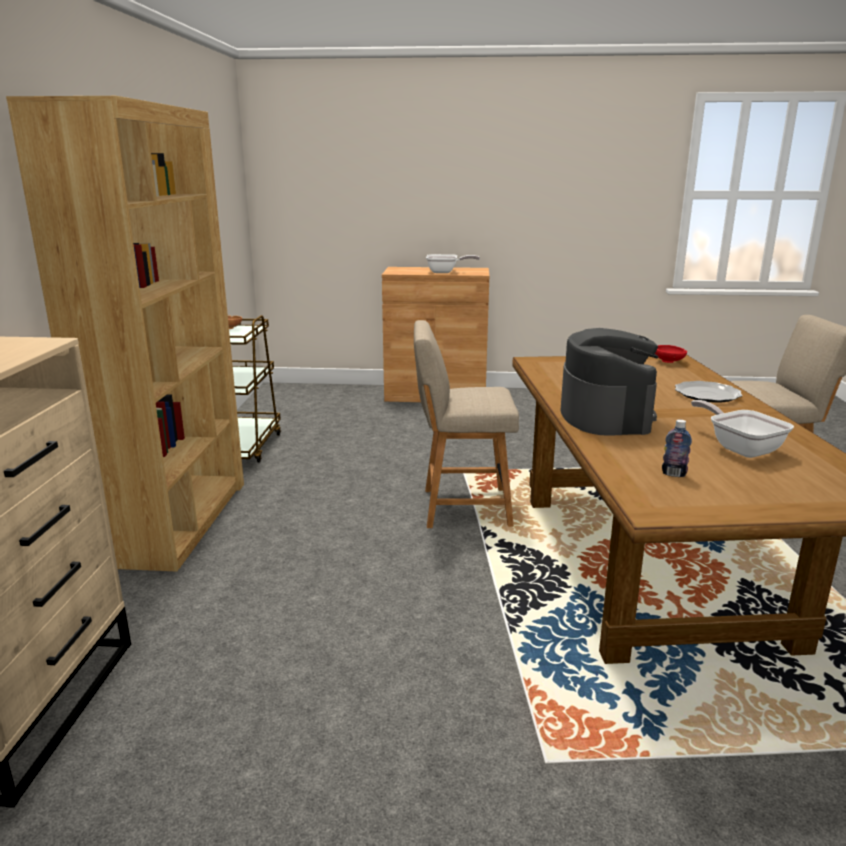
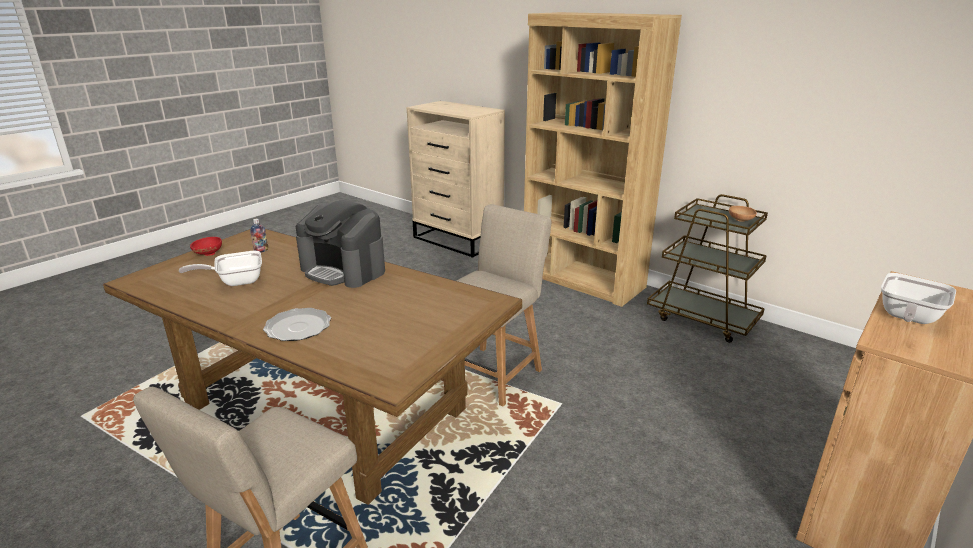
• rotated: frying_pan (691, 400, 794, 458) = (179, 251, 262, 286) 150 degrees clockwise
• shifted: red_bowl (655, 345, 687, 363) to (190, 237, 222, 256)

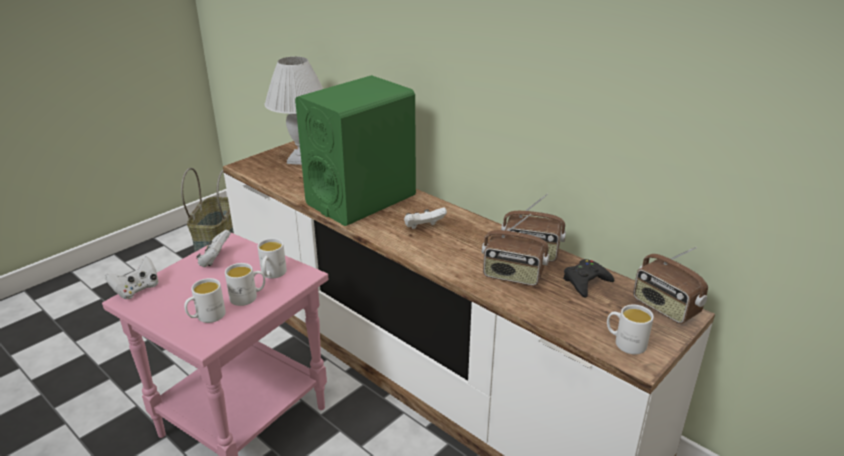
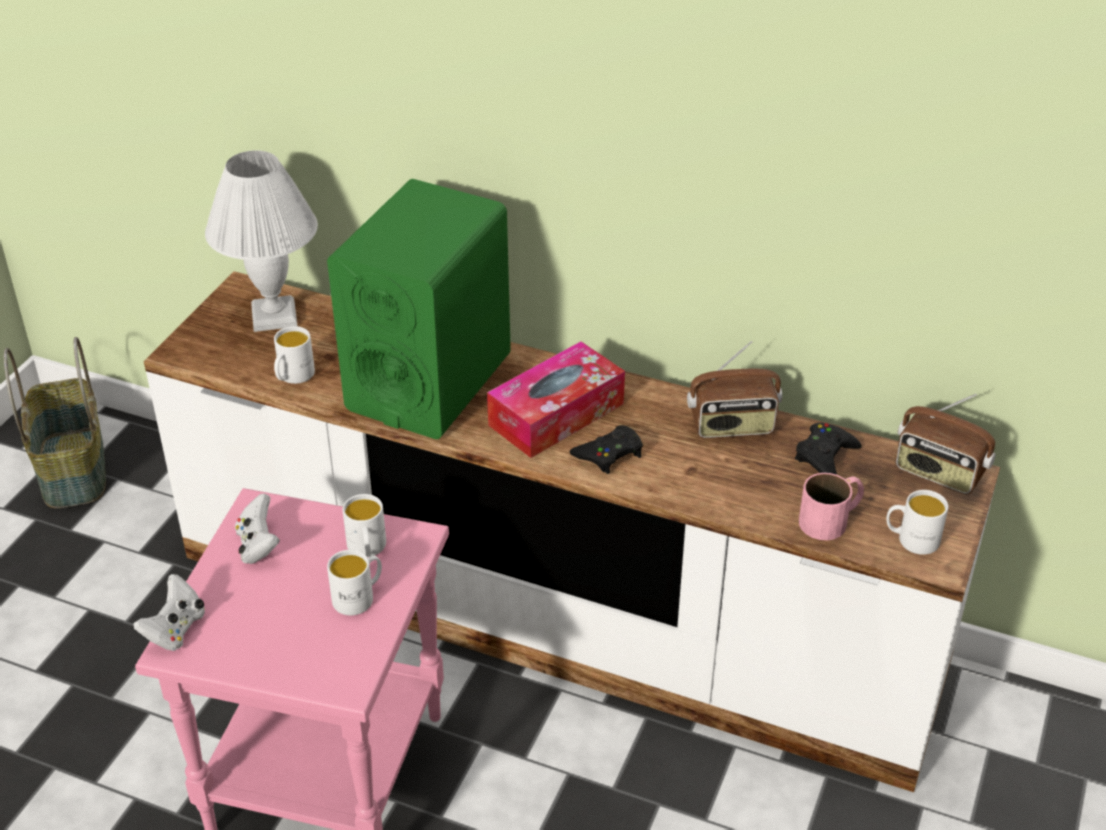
• shifted: white_mug (184, 278, 226, 323) to (274, 326, 315, 384)
• swapped: white_game_controller (404, 208, 447, 229) to tissue_box (487, 341, 625, 458)
• new: black_game_controller (570, 425, 643, 474)
• new: pink_mug (799, 473, 864, 540)
• gone: radio (482, 214, 550, 286)

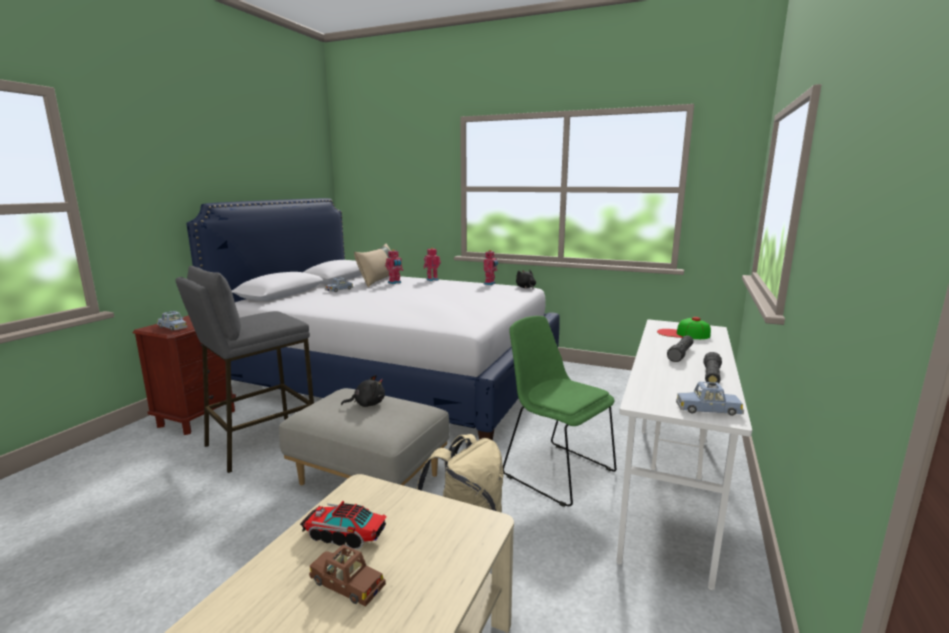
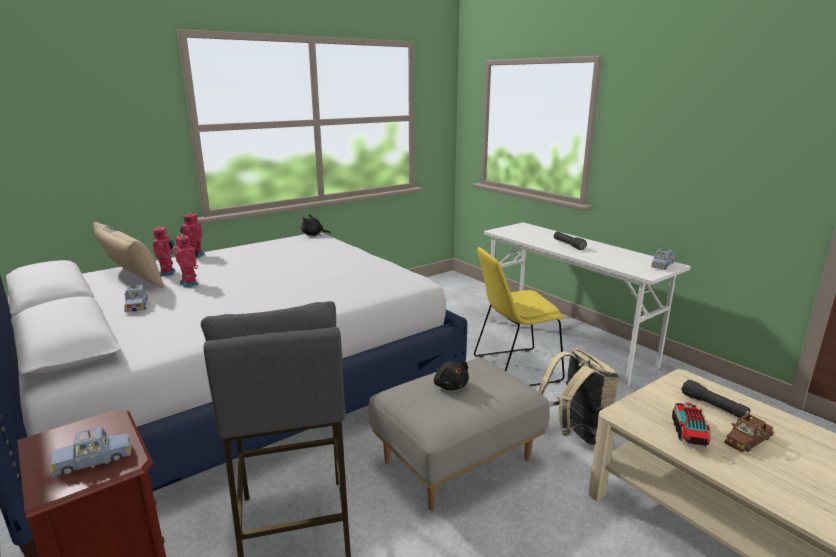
• shifted: toy_robot (483, 250, 498, 285) to (175, 234, 199, 288)
• rotated: black_plush_toy (341, 375, 385, 407) = (434, 361, 469, 390) 135 degrees clockwise
• repainted: green_chair (503, 316, 616, 507) to yellow_chair (474, 247, 565, 386)
• rotated: toy_truck (300, 501, 387, 549) = (672, 402, 711, 446) 150 degrees clockwise
• shifted: black_flashlight (703, 352, 722, 386) to (681, 380, 750, 419)
• gone: cap (657, 317, 711, 339)

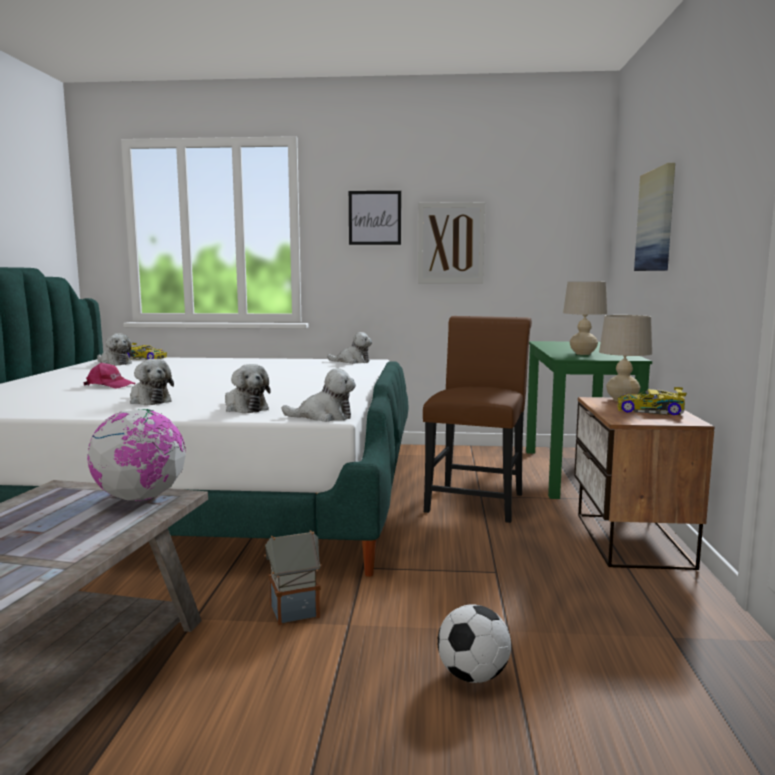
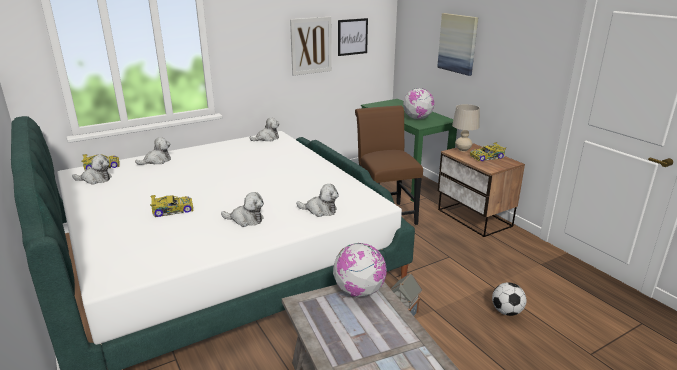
• shifted: plush_toy (281, 368, 356, 422) to (135, 137, 171, 165)
• swapped: pink_cap (83, 363, 136, 389) to toy_car (150, 195, 194, 217)
• shifted: picture (349, 191, 401, 245) to (338, 18, 368, 56)
• swapped: beige_table_lamp (563, 282, 608, 355) to globe (403, 88, 434, 119)

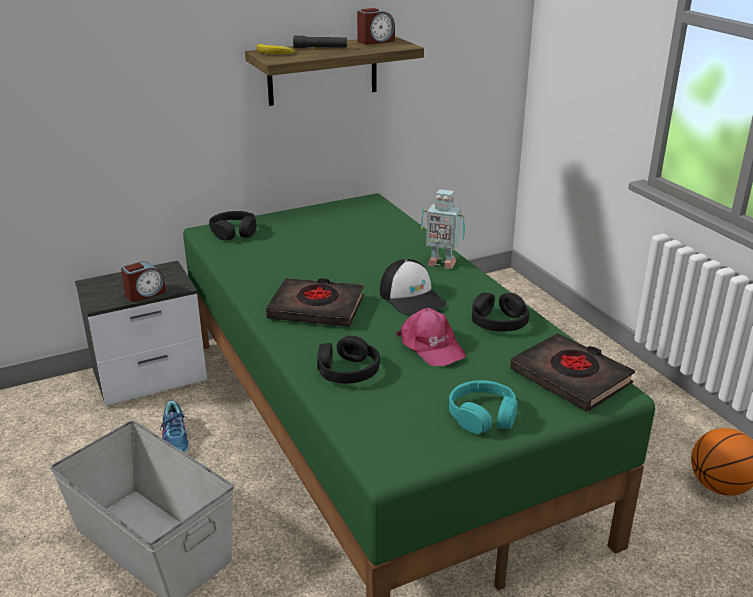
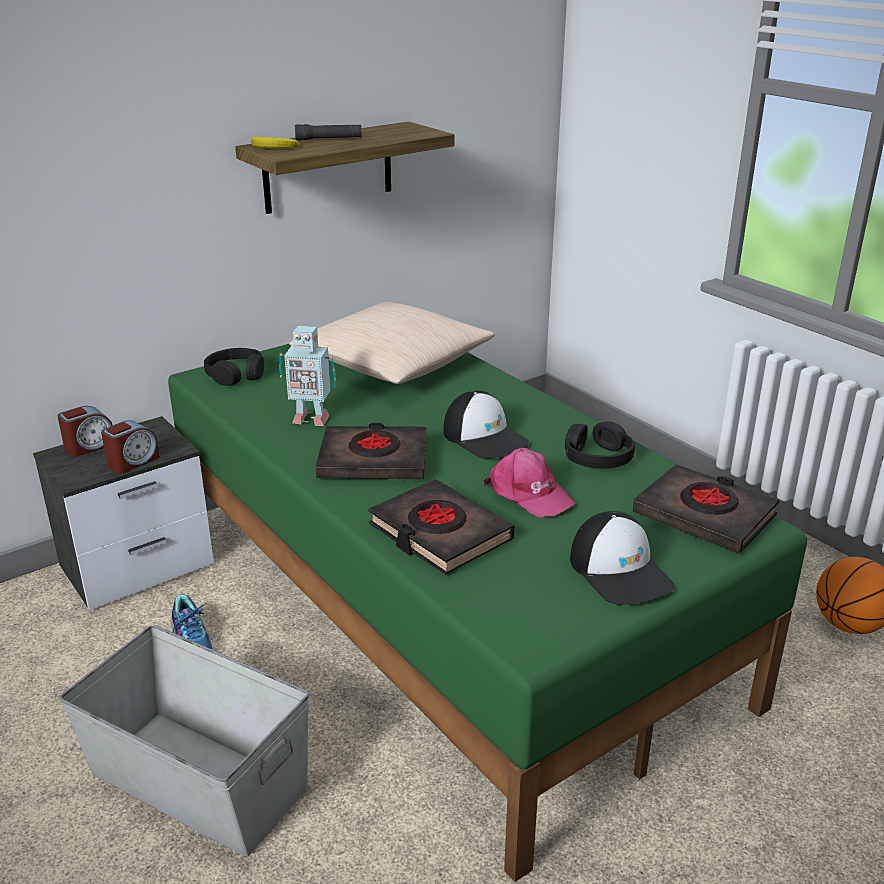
• shifted: alarm_clock (357, 8, 395, 45) to (58, 406, 113, 457)
• shifted: toy_robot (421, 189, 465, 269) to (279, 326, 336, 426)
• new: beige_pillow (289, 302, 495, 384)
• swapped: black_headphones (317, 336, 380, 384) to black_book (368, 479, 514, 575)
• swapped: turquoise_headphones (448, 380, 518, 434) to cap (570, 511, 675, 605)

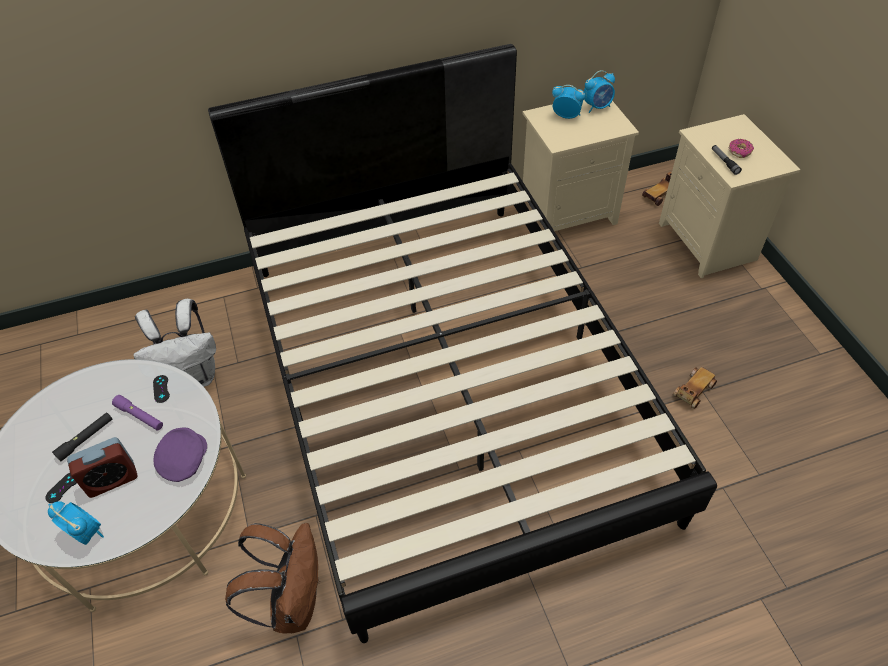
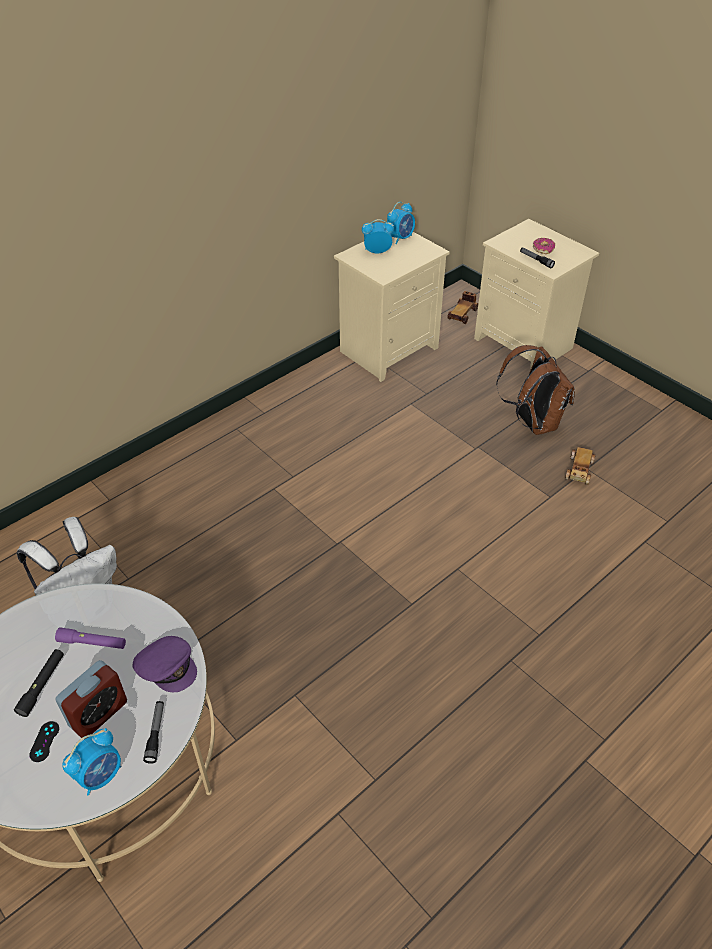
• rotated: alarm_clock (48, 501, 104, 545) = (62, 728, 121, 796) 120 degrees clockwise
• rotated: purple_cap (154, 427, 207, 482) = (133, 636, 197, 692) 135 degrees clockwise
• new: flashlight (143, 701, 164, 764)
• shifted: brown_backpack (225, 523, 320, 633) to (496, 345, 575, 435)
• gone: black_game_controller (153, 375, 170, 403)
• gone: black_bed (208, 44, 717, 643)

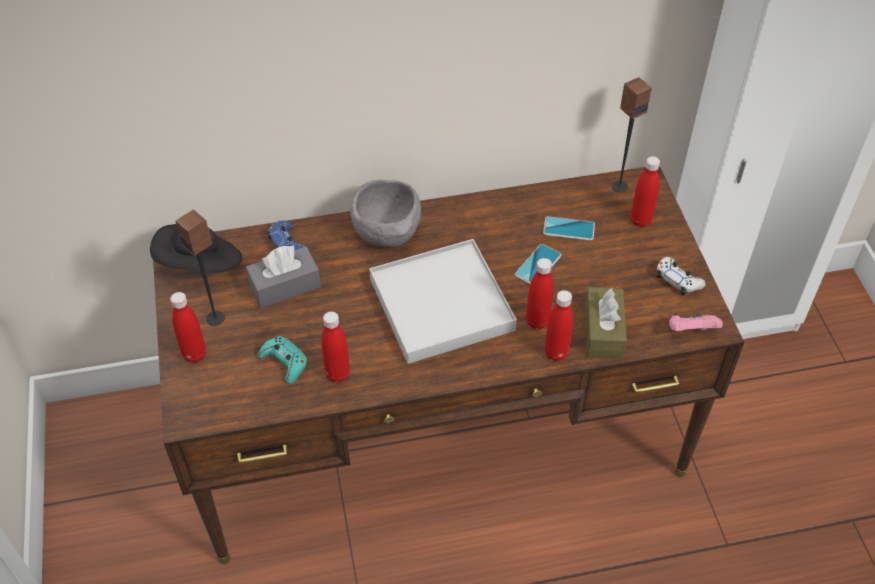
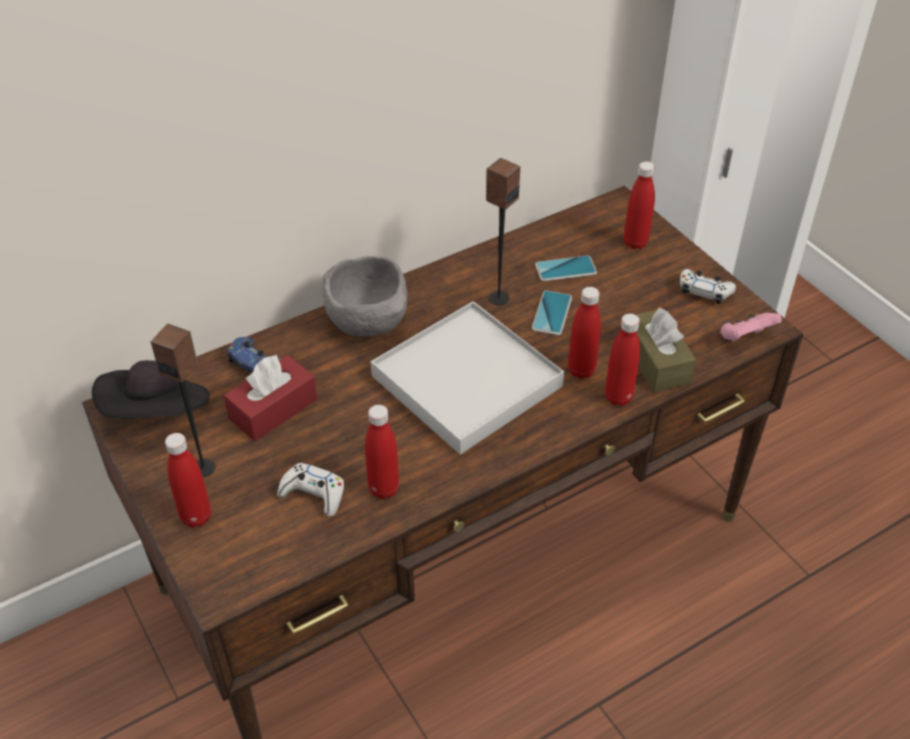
• repainted: grey_tissue_box (246, 245, 321, 308) to red_tissue_box (224, 354, 317, 441)
• repainted: turquoise_game_controller (258, 336, 308, 384) to white_game_controller (277, 463, 344, 517)
• shifted: speaker (611, 77, 652, 193) to (486, 158, 520, 305)

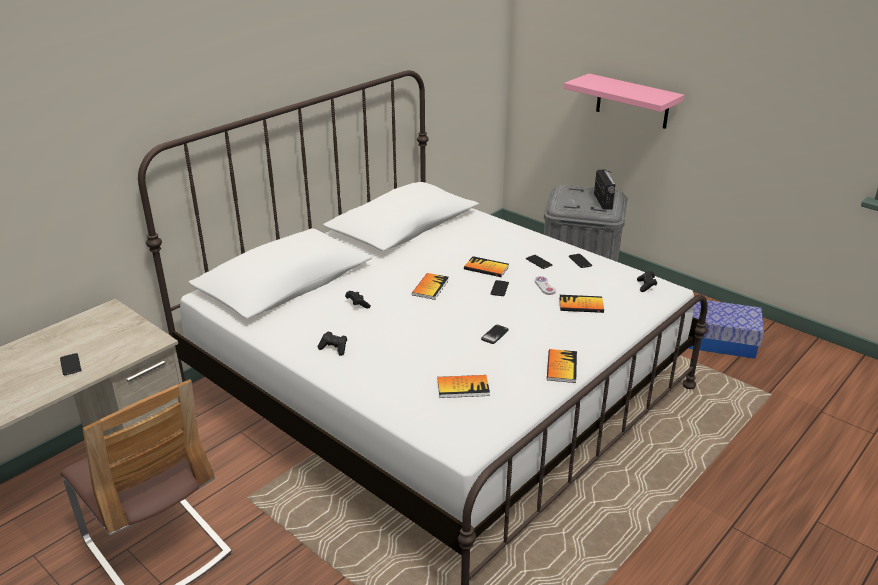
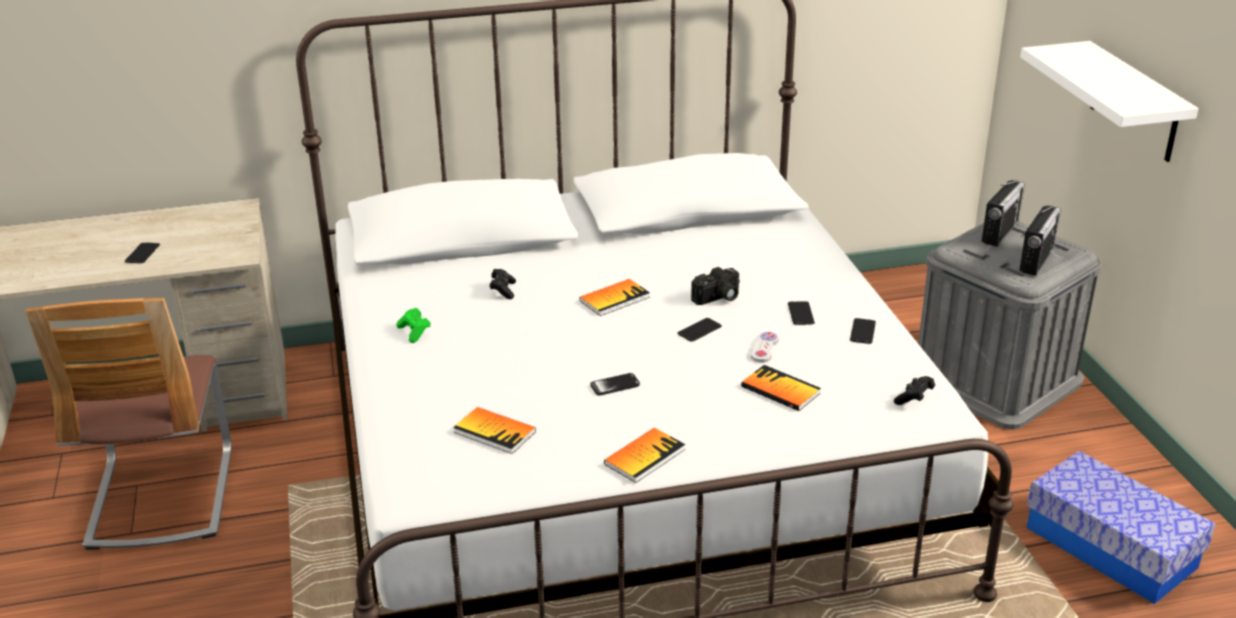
• repainted: black_game_controller (318, 332, 347, 356) to green_game_controller (396, 308, 431, 343)
• swapped: book (464, 256, 509, 277) to photo_camera (691, 267, 740, 305)
• new: radio (982, 180, 1025, 247)
• repainted: pink_shelf (564, 74, 684, 129) to white_shelf (1020, 41, 1199, 162)

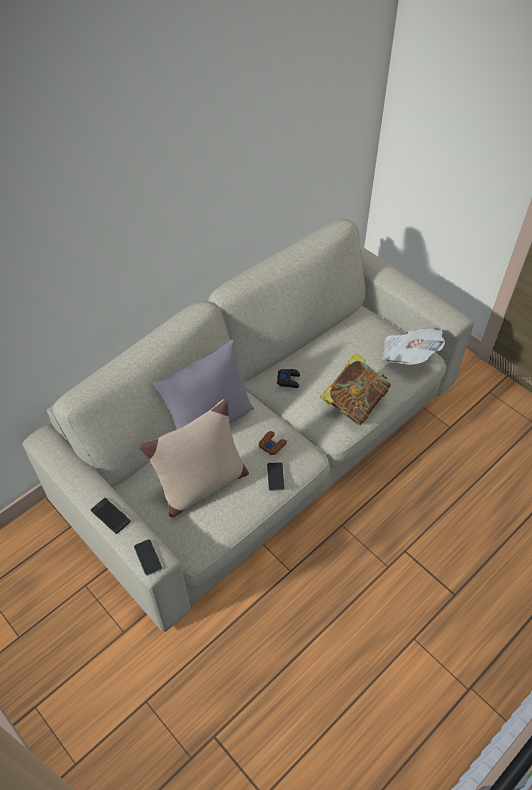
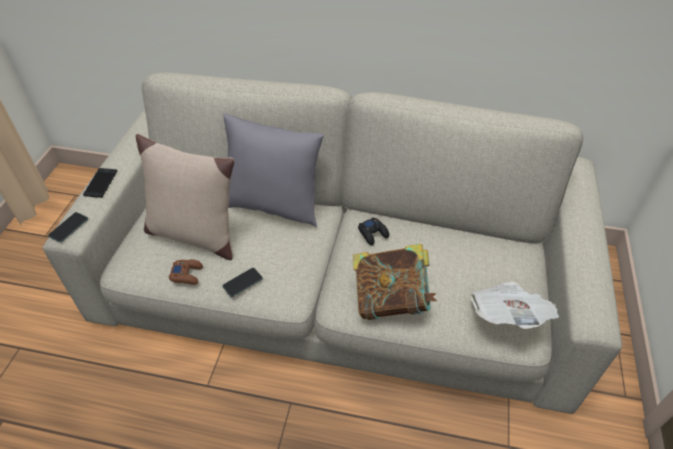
• shifted: brown_game_controller (259, 431, 287, 455) to (169, 259, 203, 285)

